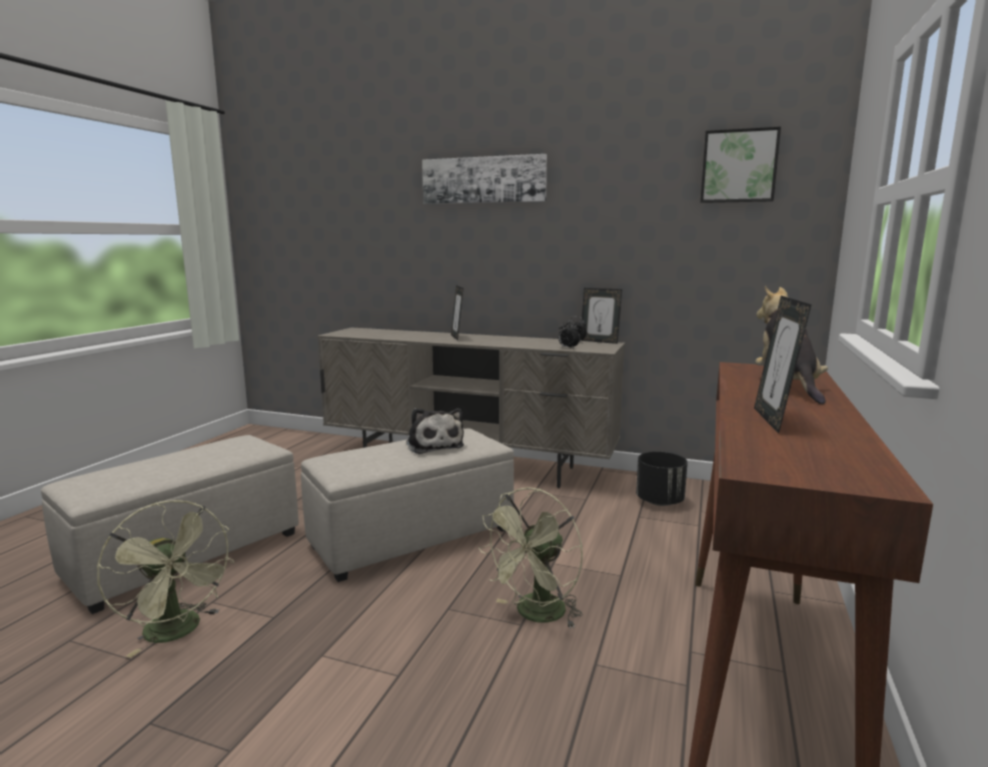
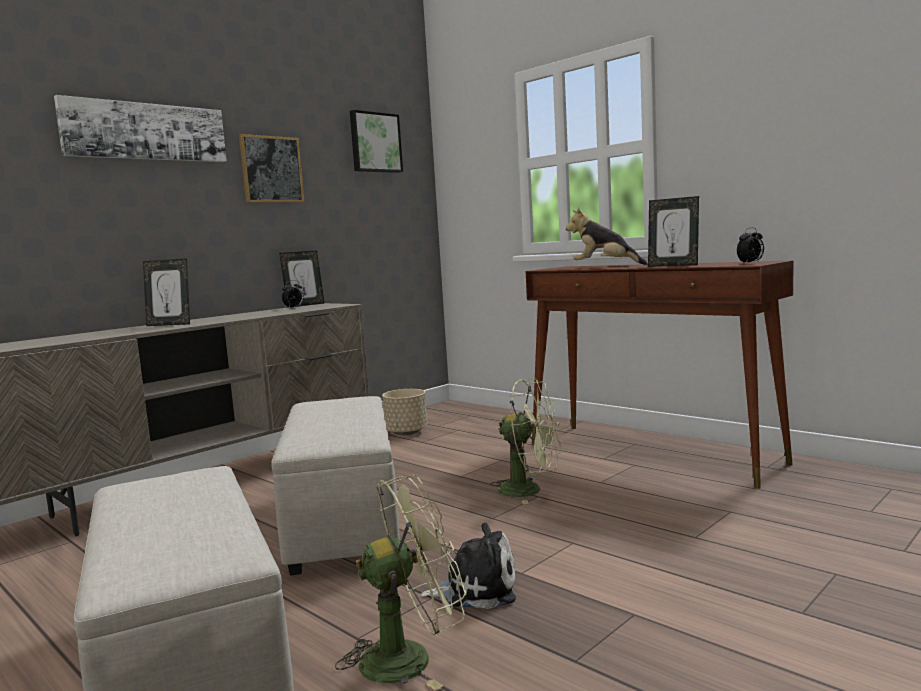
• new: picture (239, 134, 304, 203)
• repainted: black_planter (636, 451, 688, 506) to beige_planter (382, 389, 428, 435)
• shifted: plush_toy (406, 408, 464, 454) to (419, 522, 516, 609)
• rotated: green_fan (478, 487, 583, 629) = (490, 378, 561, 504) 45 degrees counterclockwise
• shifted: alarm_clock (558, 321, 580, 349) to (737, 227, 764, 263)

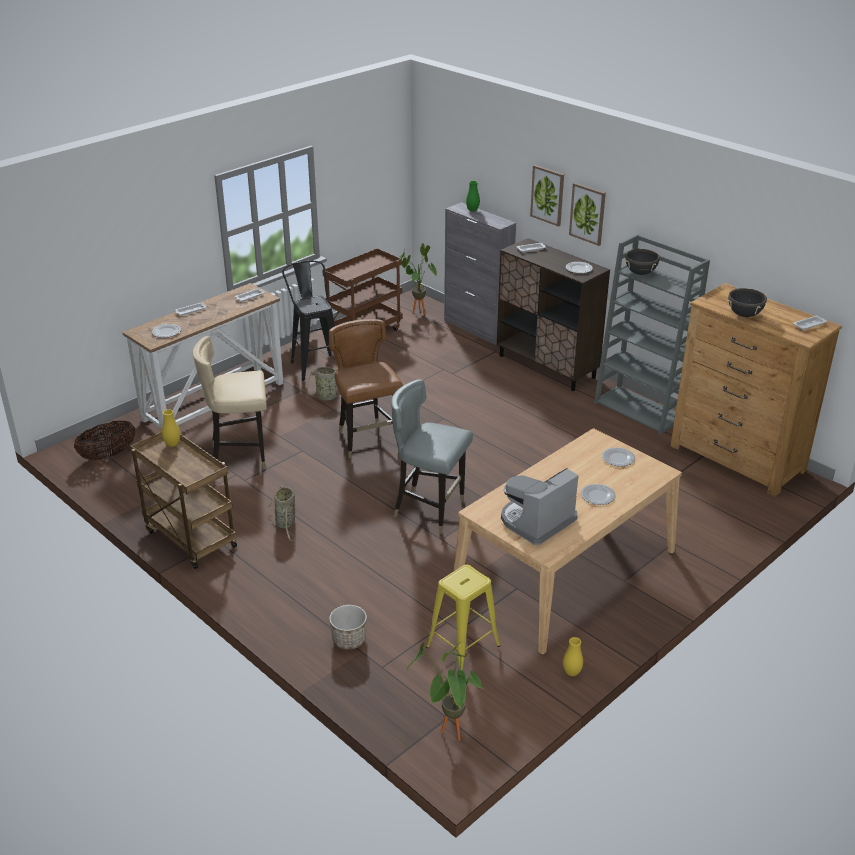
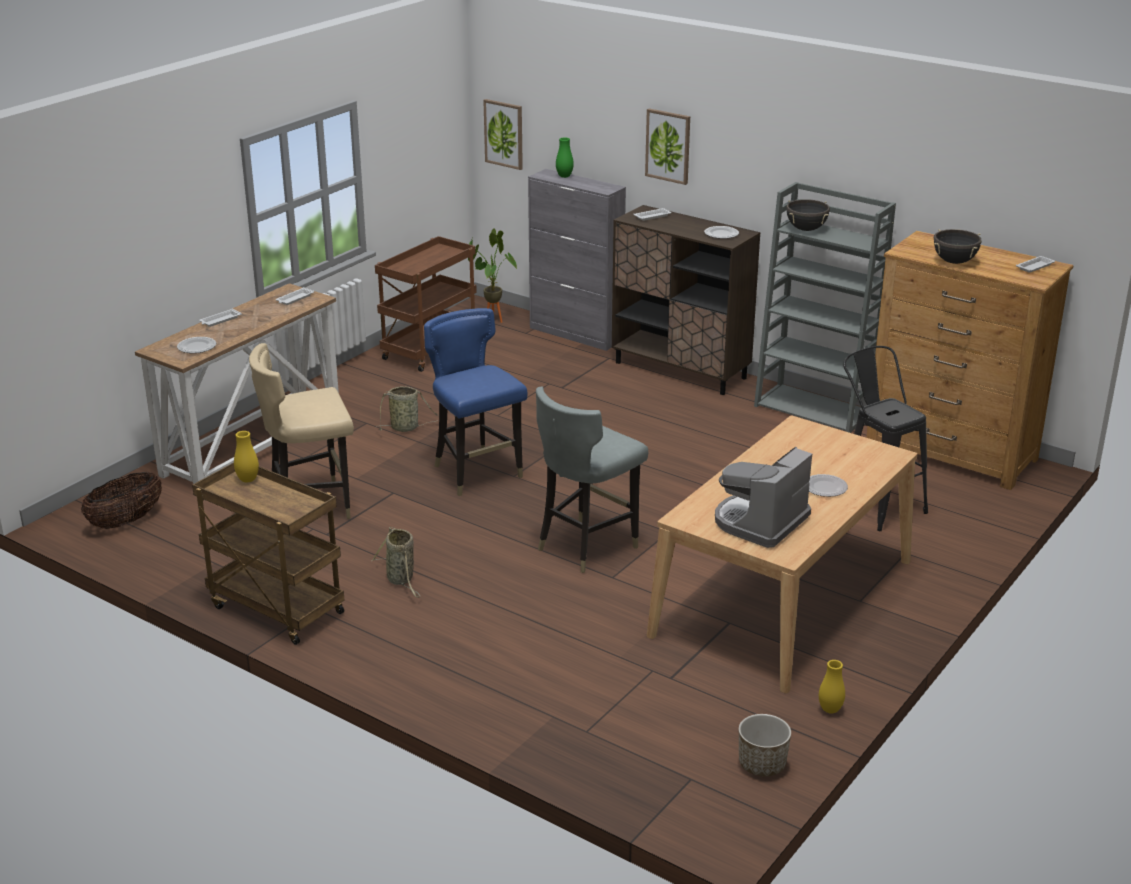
• repainted: brown_chair (329, 319, 403, 458) to blue_chair (424, 308, 527, 496)
• shifted: picture (569, 183, 606, 246) to (483, 99, 523, 170)
• rotated: grey_chair (391, 379, 473, 534) = (536, 387, 648, 573) 60 degrees counterclockwise
• shifted: planter (329, 605, 367, 650) to (739, 714, 791, 776)
• shifted: black_stool (282, 261, 335, 381) to (843, 346, 928, 531)
• gone: potted_plant (407, 642, 483, 741)
• gone: yellow_stool (426, 565, 500, 671)
• gone: plate (602, 447, 635, 466)

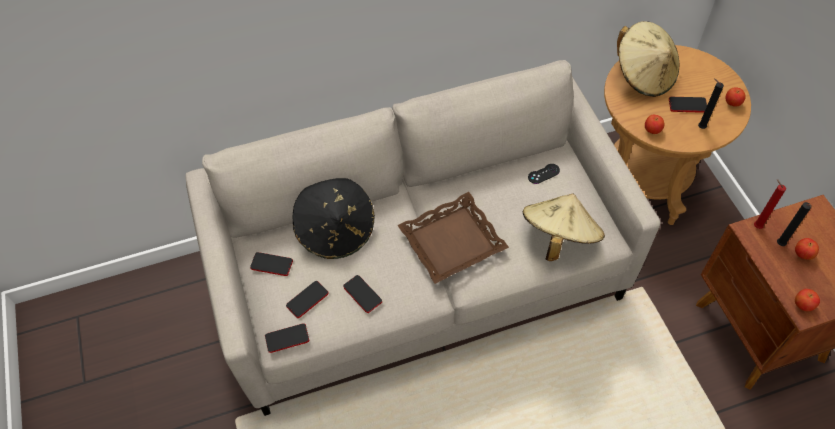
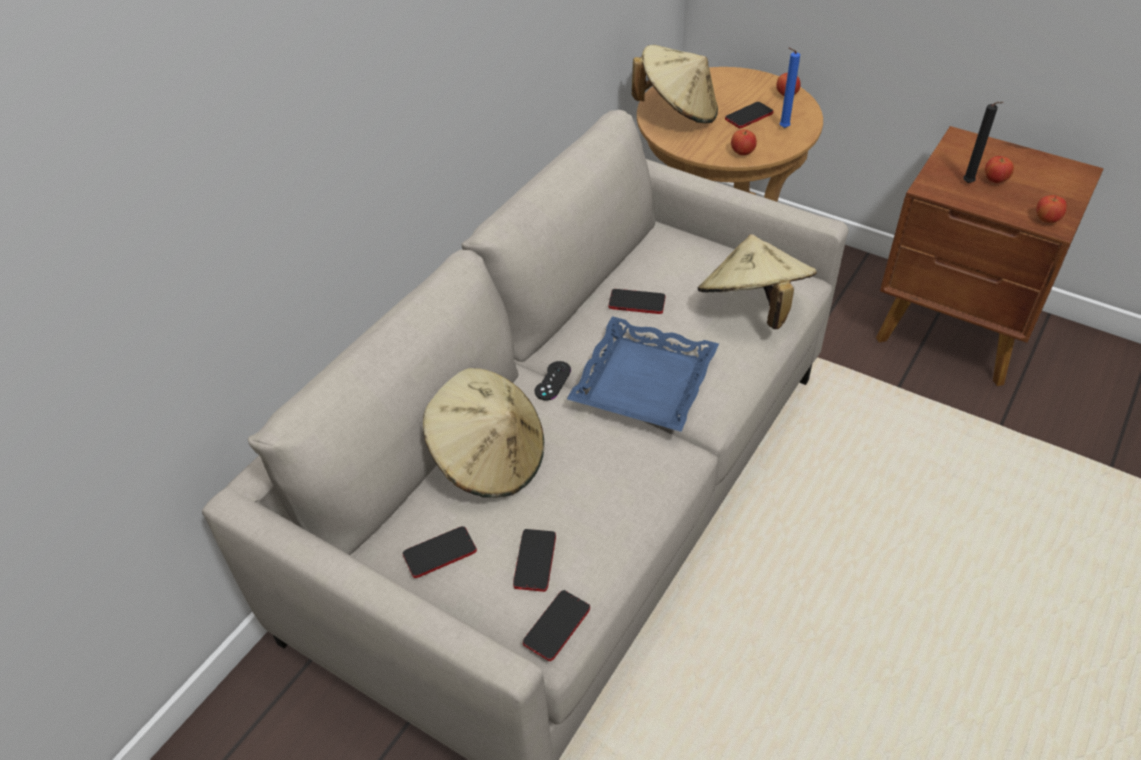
• repainted: black_hat (293, 178, 375, 259) to beige_hat (423, 368, 544, 498)
• shifted: black_game_controller (528, 164, 560, 184) to (535, 361, 571, 400)
• repainted: brown_tray (398, 192, 509, 284) to blue_tray (567, 316, 719, 432)
• shifted: phone (343, 275, 382, 313) to (608, 289, 666, 314)
• repainted: black_candle (698, 79, 724, 129) to blue_candle (779, 48, 800, 128)
• gone: red_candle (754, 179, 786, 229)

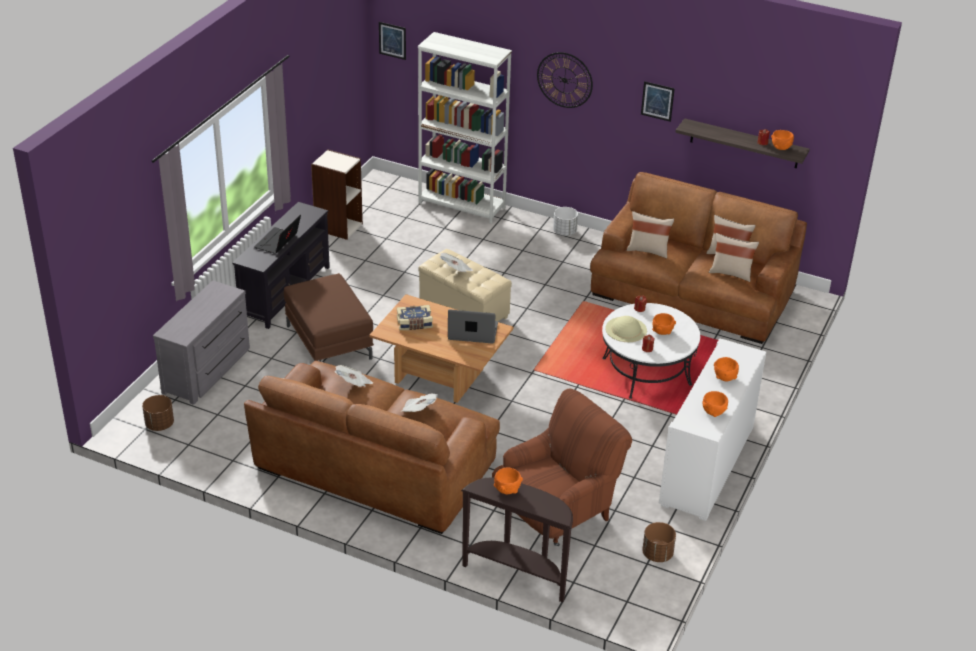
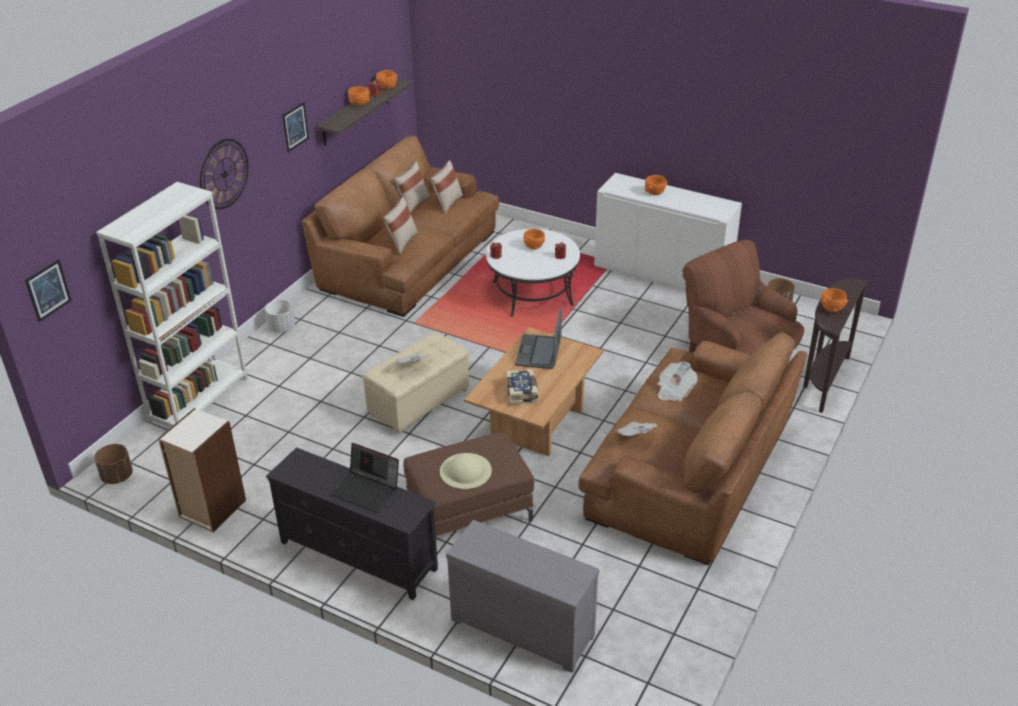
• shifted: brown_planter (142, 395, 174, 431) to (94, 444, 133, 484)
• shifted: orange_bowl (702, 391, 728, 417) to (348, 86, 370, 106)
• shifted: beige_hat (605, 316, 647, 342) to (440, 453, 492, 489)

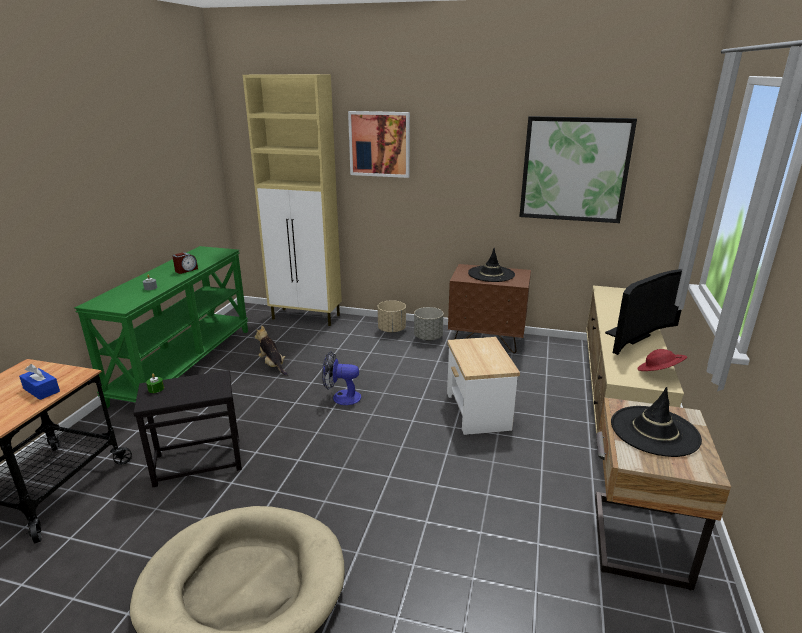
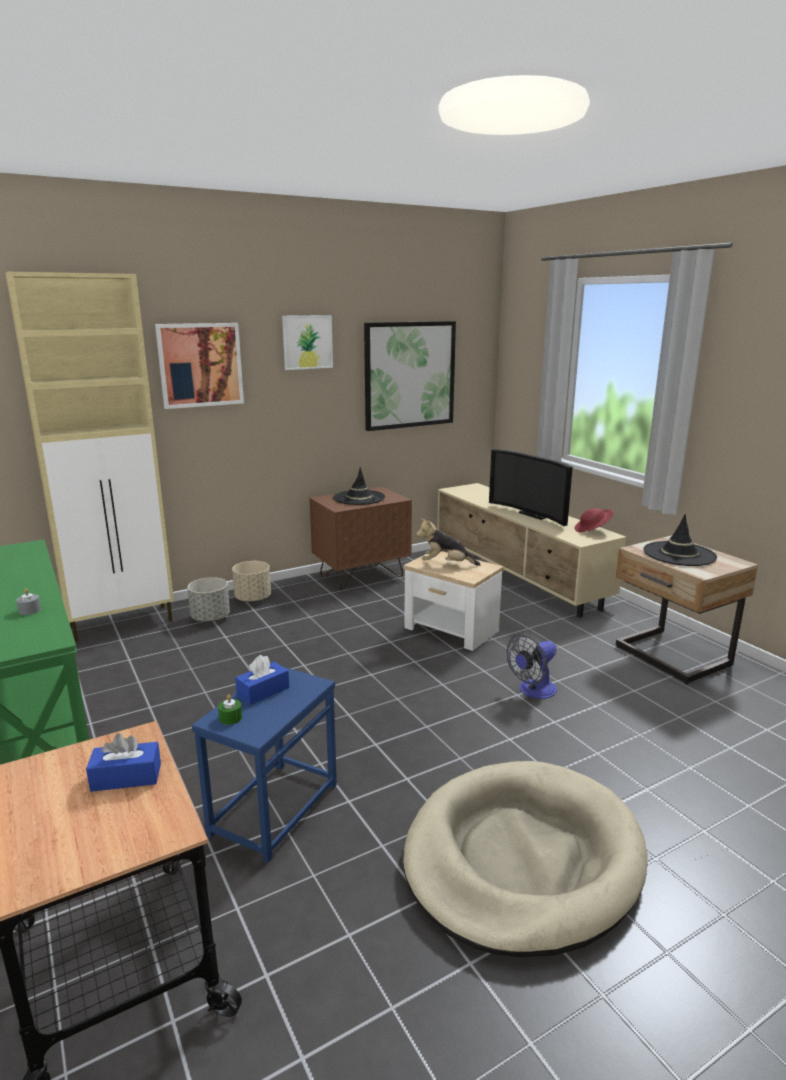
• shifted: grey_planter (414, 307, 444, 341) to (187, 577, 230, 622)
• repainted: black_side_table (133, 370, 242, 487) to blue_side_table (192, 667, 337, 863)
• new: blue_tissue_box (235, 655, 289, 705)
• new: picture (282, 315, 333, 370)
• shifted: plush_toy (255, 325, 287, 376) to (416, 518, 481, 566)
• rotated: television (605, 269, 682, 355) = (489, 449, 573, 526) 135 degrees clockwise
• shifted: fan (322, 351, 361, 405) to (507, 635, 557, 699)
• gone: alarm_clock (172, 253, 198, 274)

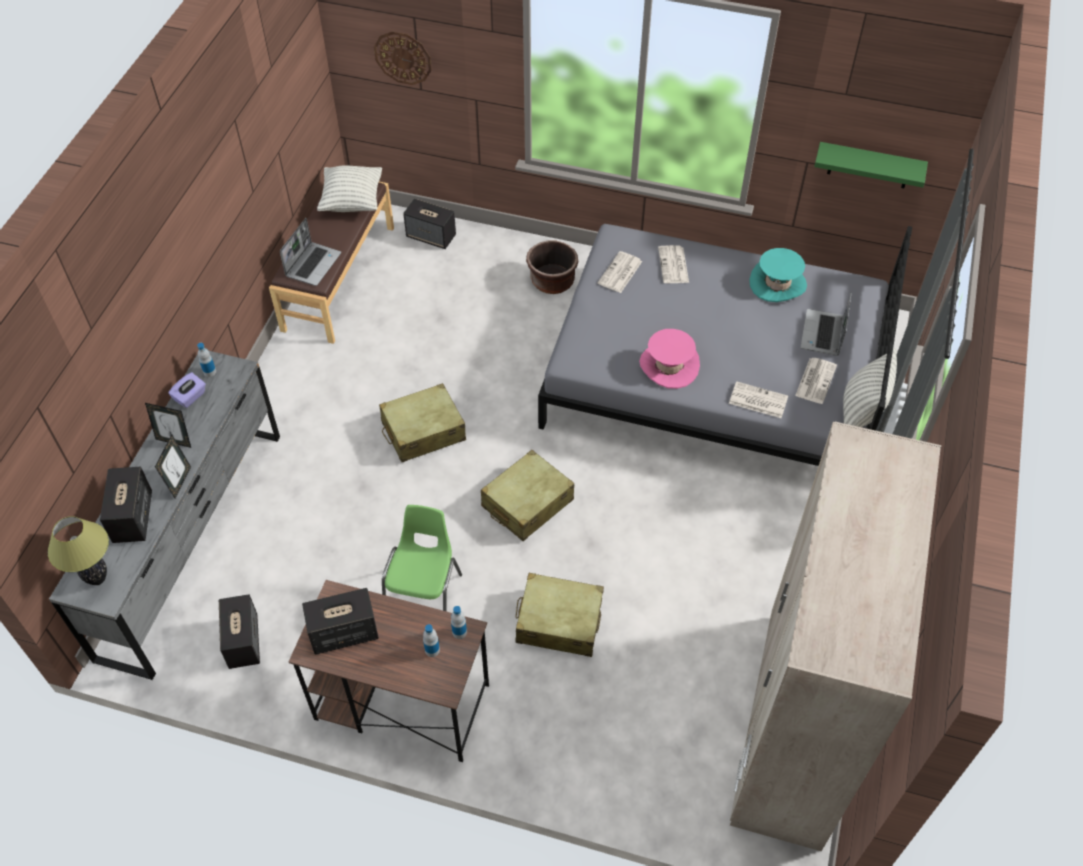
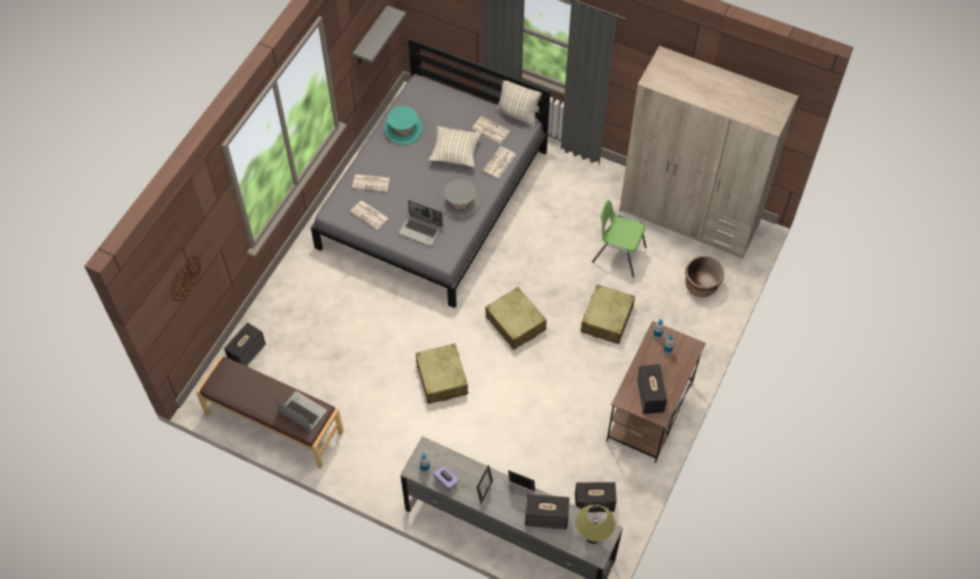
• repainted: green_shelf (814, 142, 928, 188) to grey_shelf (353, 5, 406, 64)
• shifted: laptop (801, 292, 851, 356) to (398, 200, 443, 246)
• shifted: pillow (317, 165, 382, 212) to (429, 126, 481, 167)
• repainted: pink_hat (639, 329, 700, 389) to grey_hat (440, 179, 480, 218)
• shifted: green_chair (382, 505, 462, 611) to (592, 199, 647, 278)
• shifted: brown_planter (526, 240, 579, 294) to (685, 256, 724, 297)

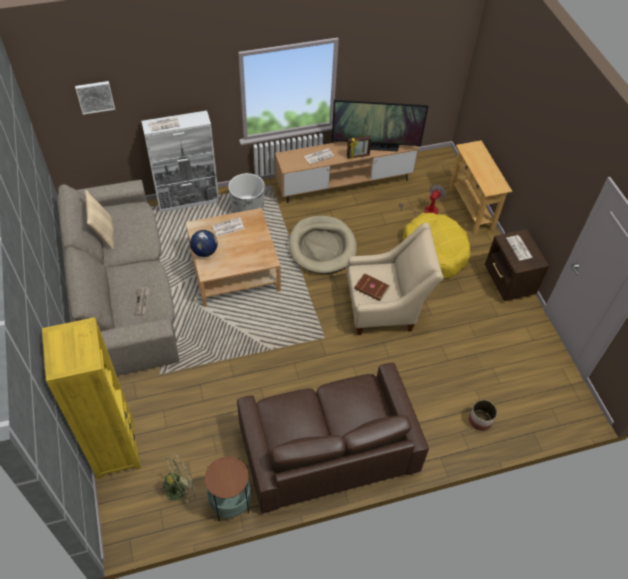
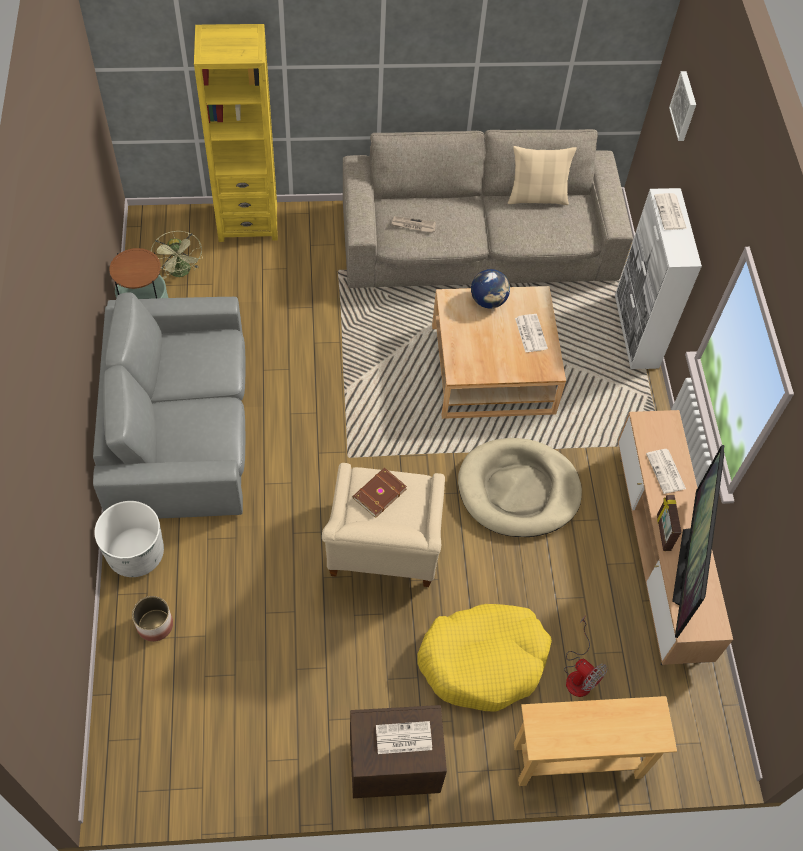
• repainted: brown_sofa (237, 362, 429, 513) to grey_sofa (93, 292, 245, 519)
• shifted: white_planter (229, 173, 265, 213) to (94, 501, 164, 577)

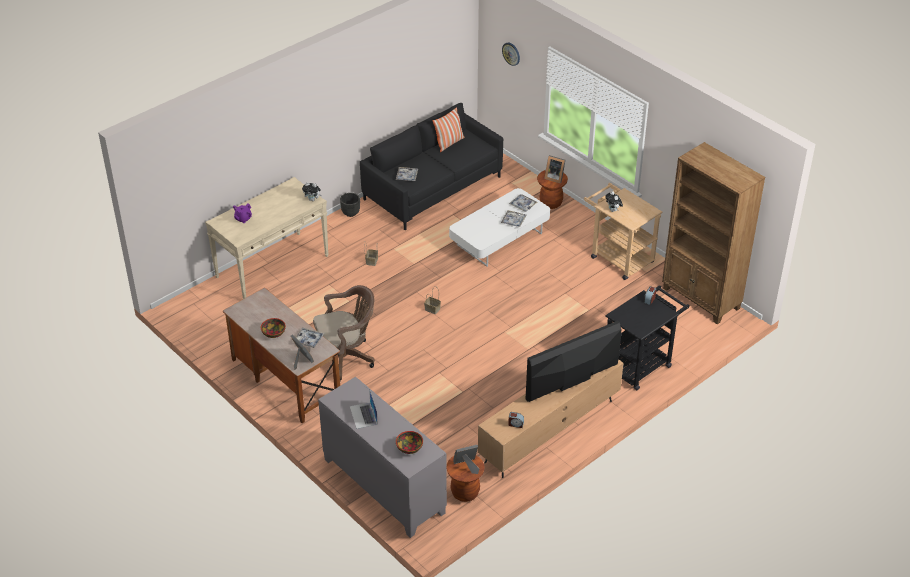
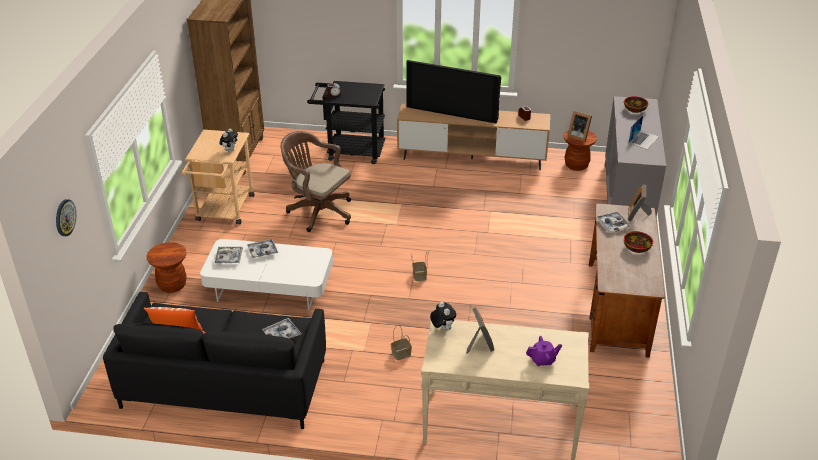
• shifted: brown_office_chair (313, 285, 375, 381) to (281, 131, 351, 232)
• shifted: picture_frame (545, 155, 566, 184) to (466, 307, 494, 354)
• gone: black_planter (340, 193, 360, 217)

